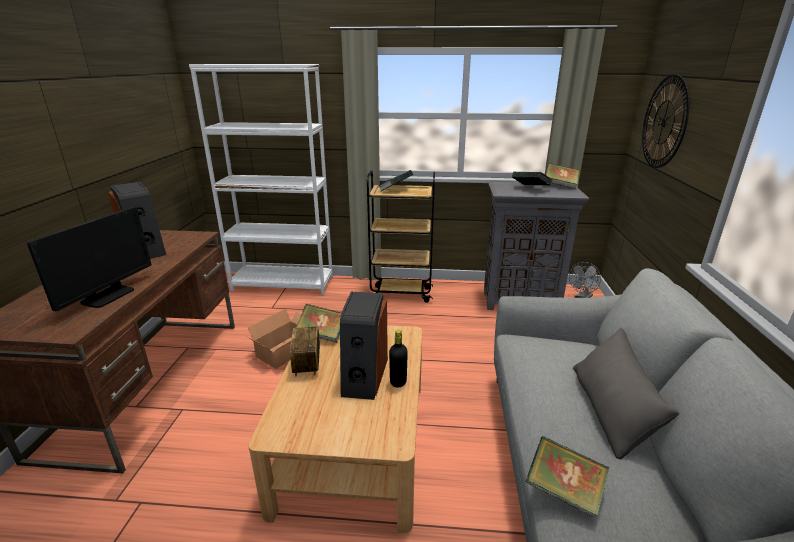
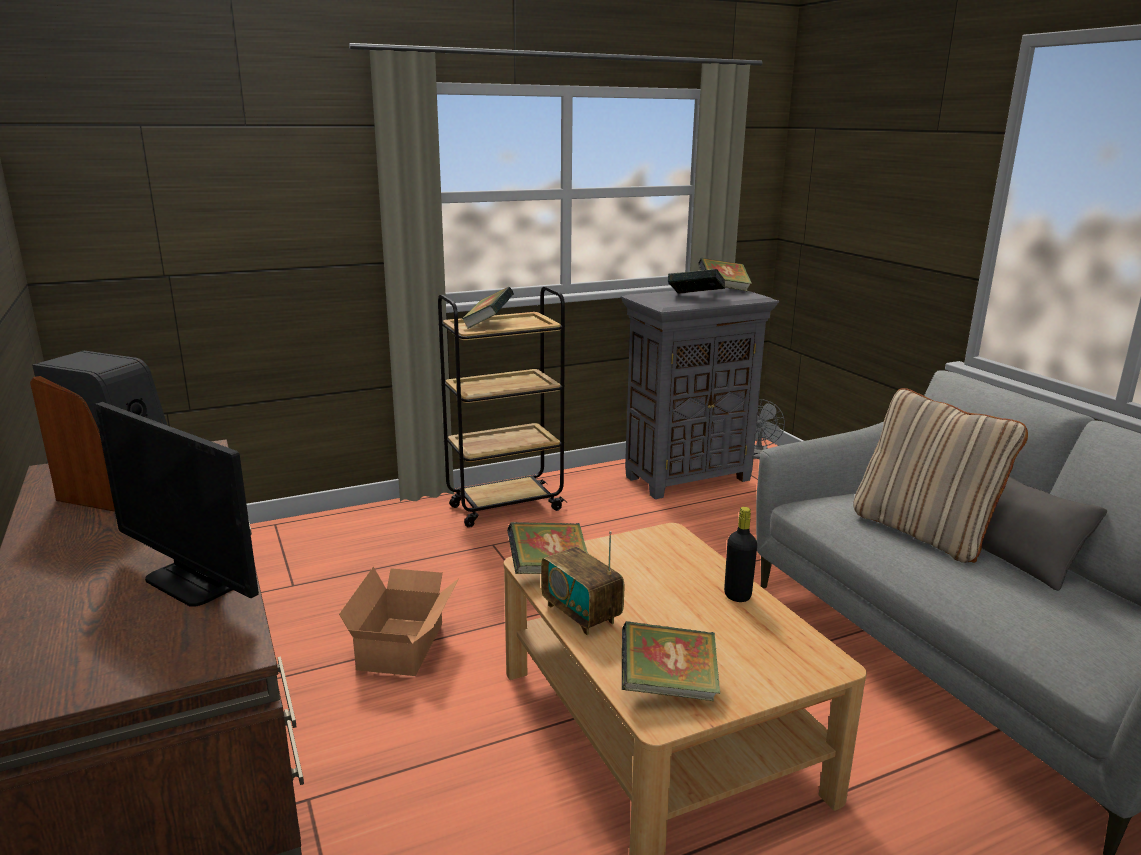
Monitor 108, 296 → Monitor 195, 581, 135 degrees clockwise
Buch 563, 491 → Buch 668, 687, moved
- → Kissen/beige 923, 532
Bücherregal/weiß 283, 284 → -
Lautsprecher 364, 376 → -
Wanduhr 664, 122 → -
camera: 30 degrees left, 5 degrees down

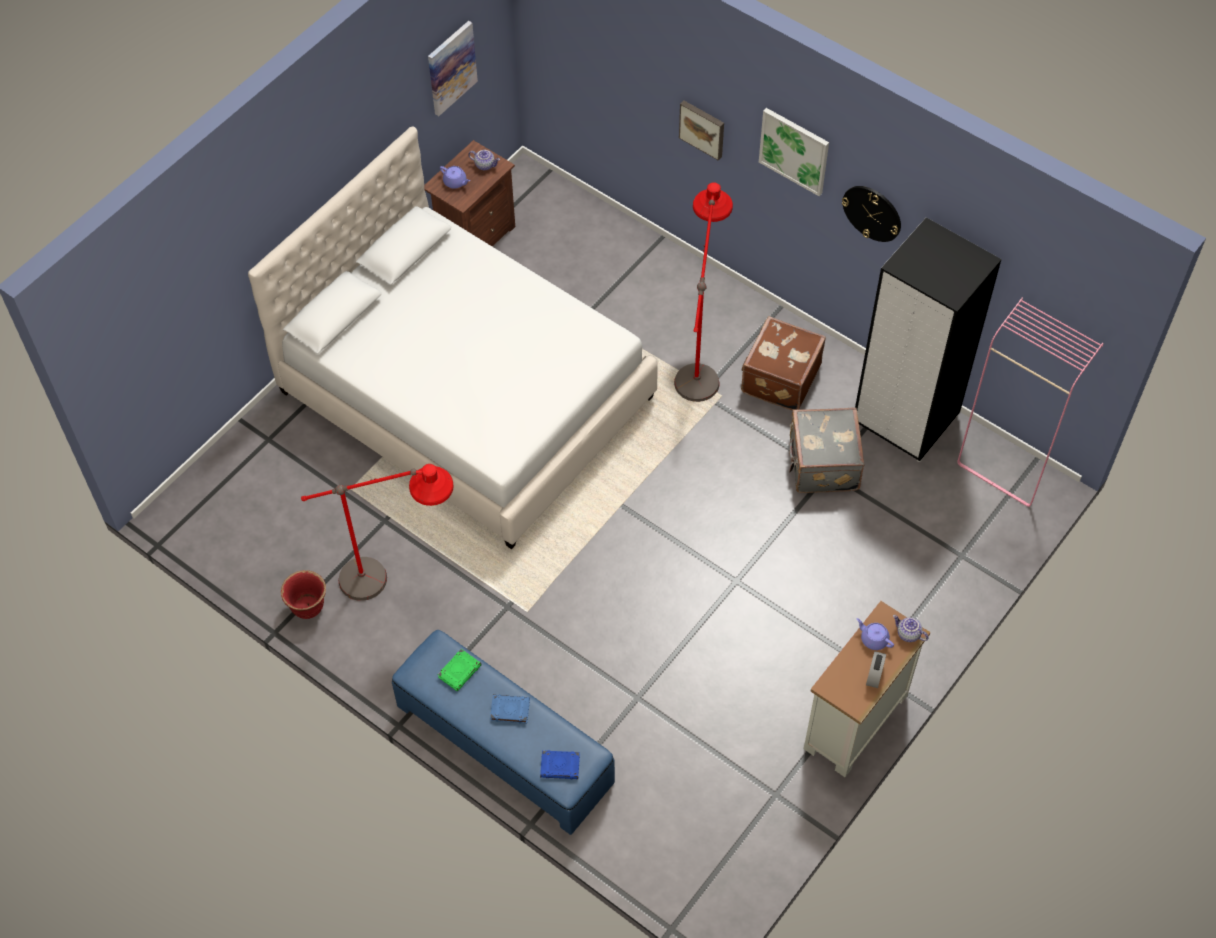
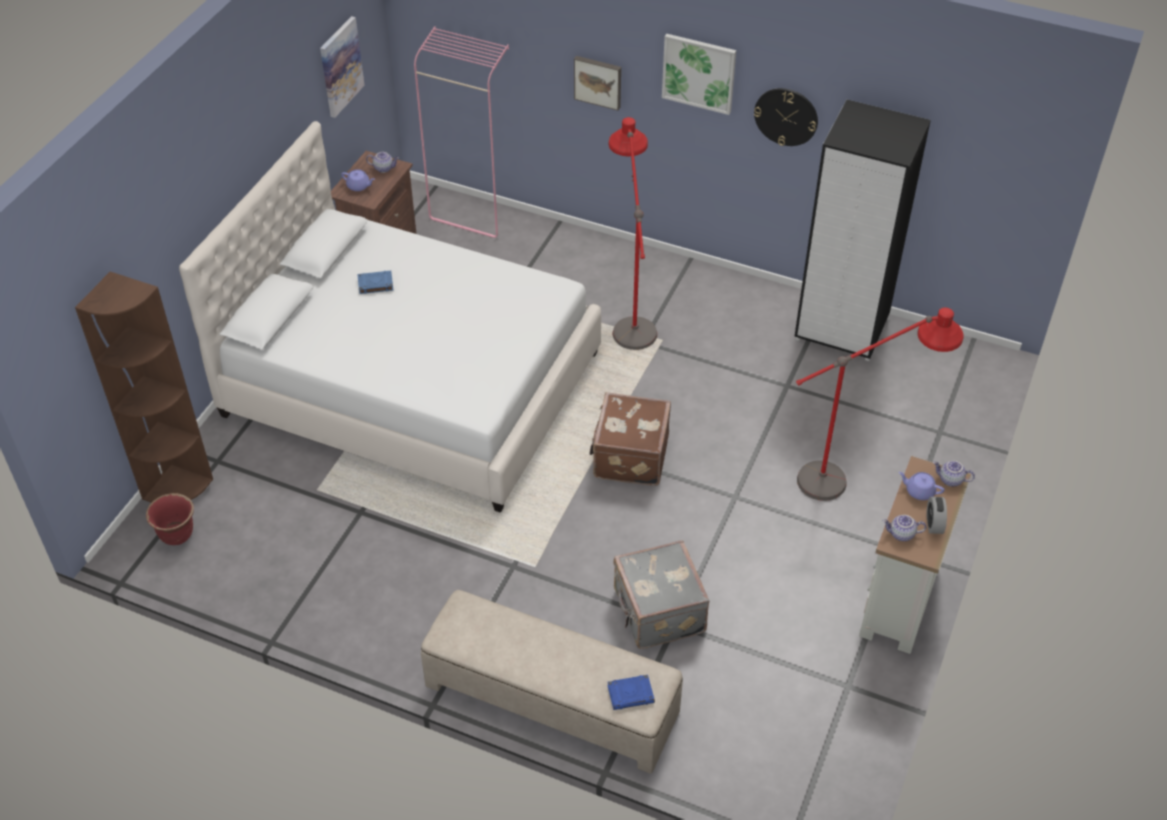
- → Bücherregal/braun 178, 492
Pflanzkübel/rot 308, 607 → Pflanzkübel/rot 177, 534, moved
Buch/blau 509, 710 → Buch/blau 375, 284, moved
Kleiderständer/rosa 1006, 470 → Kleiderständer/rosa 473, 216, moved
Bank/blau 503, 743 → Bank/beige 550, 699
Koffer/braun 779, 378 → Koffer/braun 629, 456, moved
Koffer/grau 822, 464 → Koffer/grau 657, 612, moved
Stehlampe/rot 397, 582 → Stehlampe/rot 855, 477, moved
- → Teekanne 901, 534
Buch/grün 459, 671 → -
camera: 15 degrees left, 10 degrees down

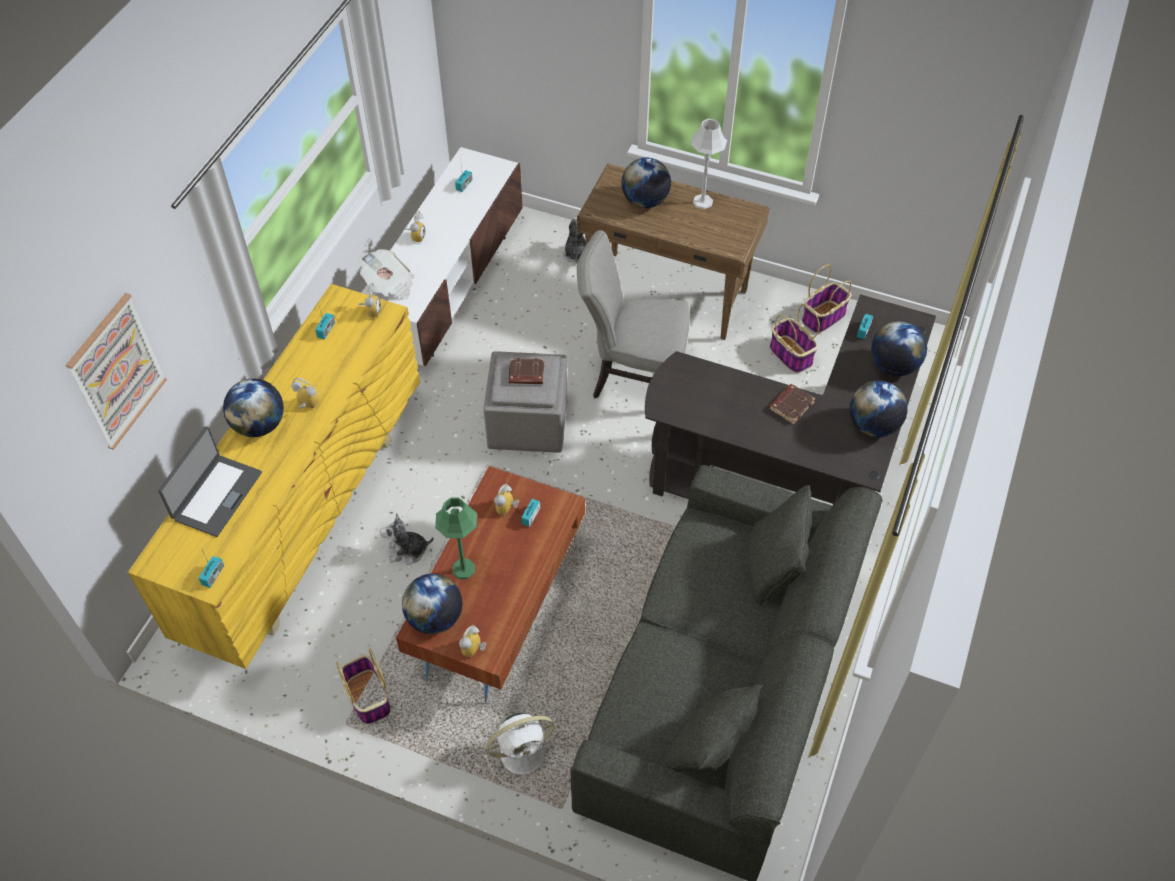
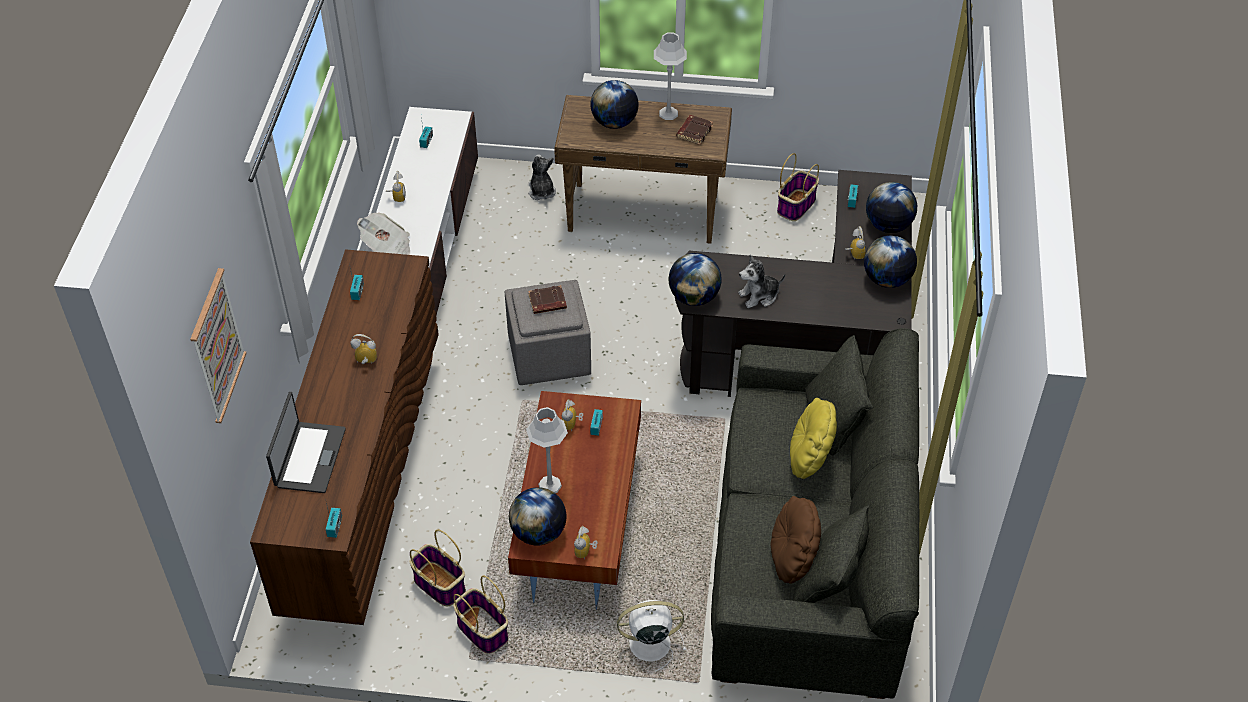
Schrank/gelb 308, 521 → Schrank/braun 365, 488
Korb 790, 354 → Korb 438, 584, moved
Tischlampe/grün 463, 568 → Tischlampe/grau 550, 485
Ventilator/weiß 524, 753 → Ventilator/weiß 647, 644, 150 degrees counterclockwise
Globus 259, 425 → Globus 694, 297, moved
Buch/braun 791, 405 → Buch/braun 694, 131, moved
Plüschtier 407, 551 → Plüschtier 759, 296, moved
- → Kissen/braun 792, 560
- → Kissen/gelb 809, 459
Wecker 371, 311 → Wecker 853, 254, moved
Stuhl/grau 632, 376 → -
camera: 15 degrees left, 5 degrees down

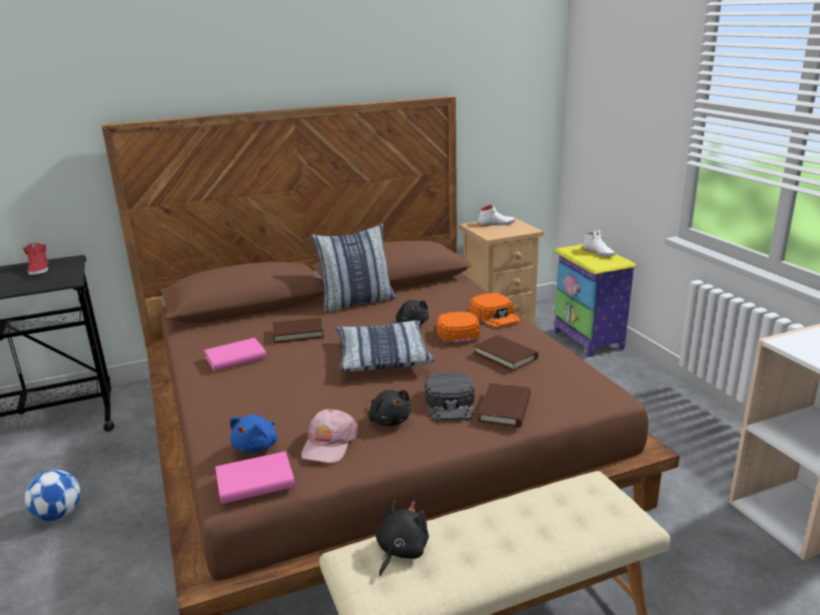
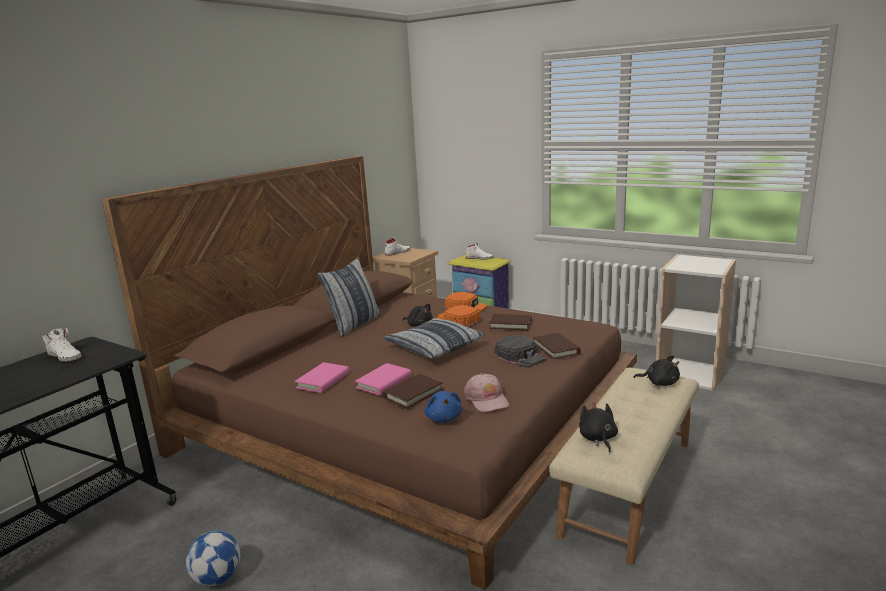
Schuh/rot 39, 269 → Schuh/weiß 65, 356
Buch/rosa 255, 482 → Buch/rosa 384, 382, moved
Buch/braun 298, 333 → Buch/braun 413, 393, moved
Plüschtier/schwarz 389, 420 → Plüschtier/schwarz 659, 383, moved
camera: 35 degrees left, 5 degrees down

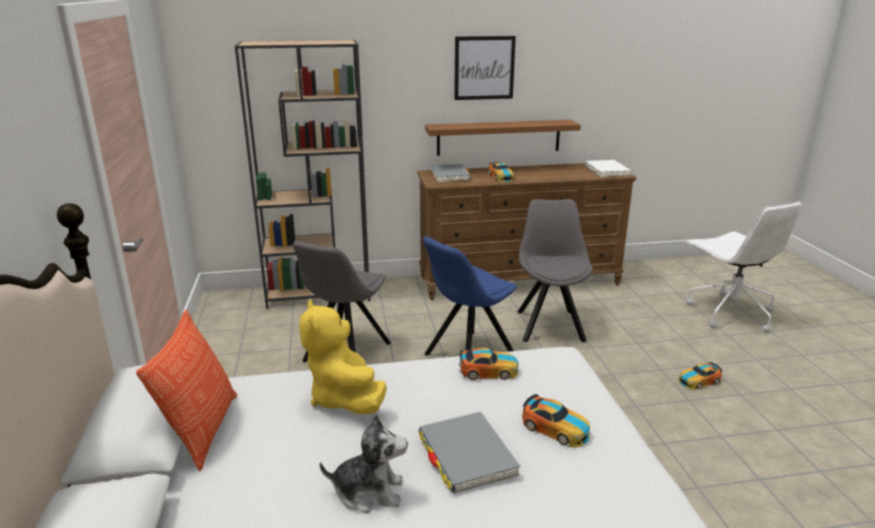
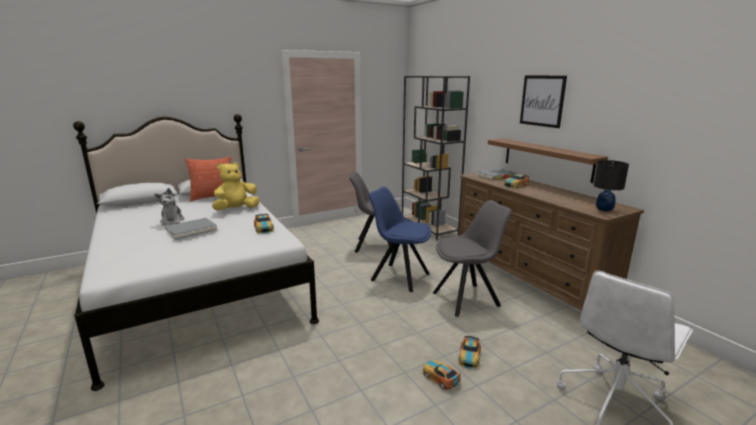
Spielzeugauto 555, 428 → Spielzeugauto 469, 356, moved
Buch/weiß 607, 171 → Tischlampe/schwarz 604, 209
camera: 70 degrees right, 5 degrees down

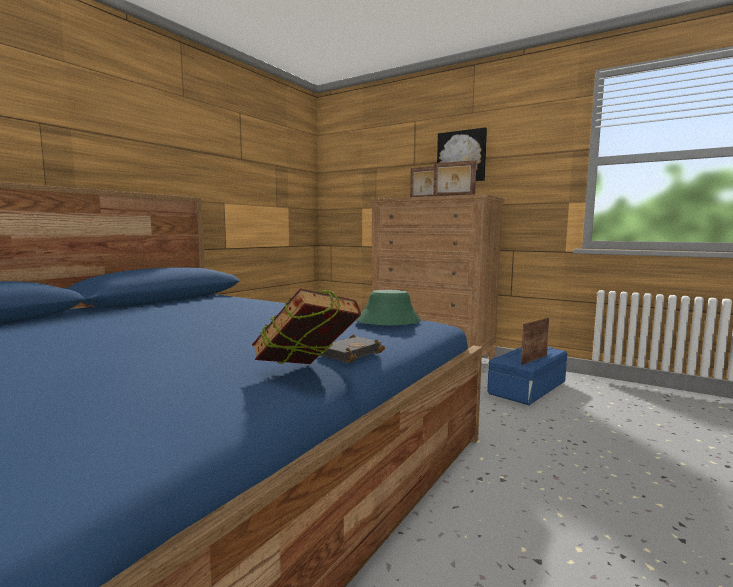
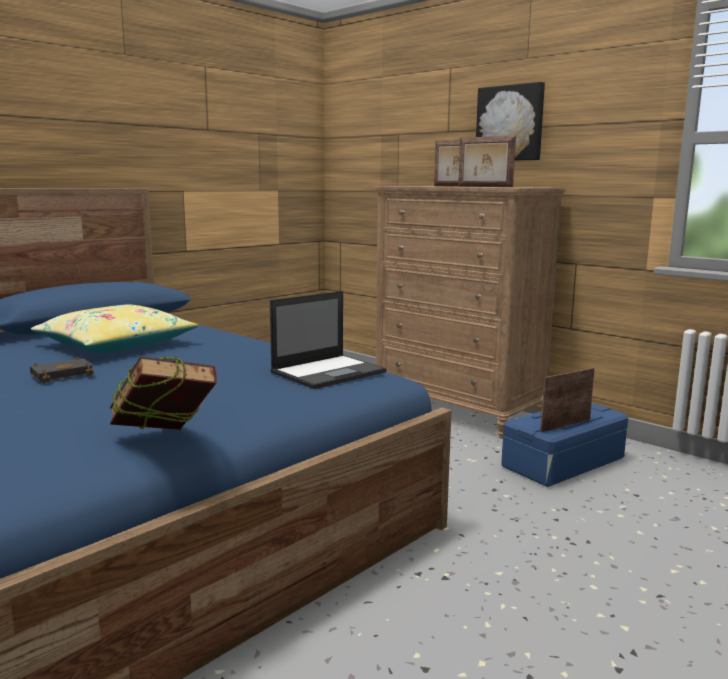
Buch/schwarz 350, 353 → Buch/schwarz 63, 374, moved
- → Kissen/gelb 116, 345
Hut/grün 388, 321 → Laptop 329, 372
camera: 10 degrees right, 5 degrees up

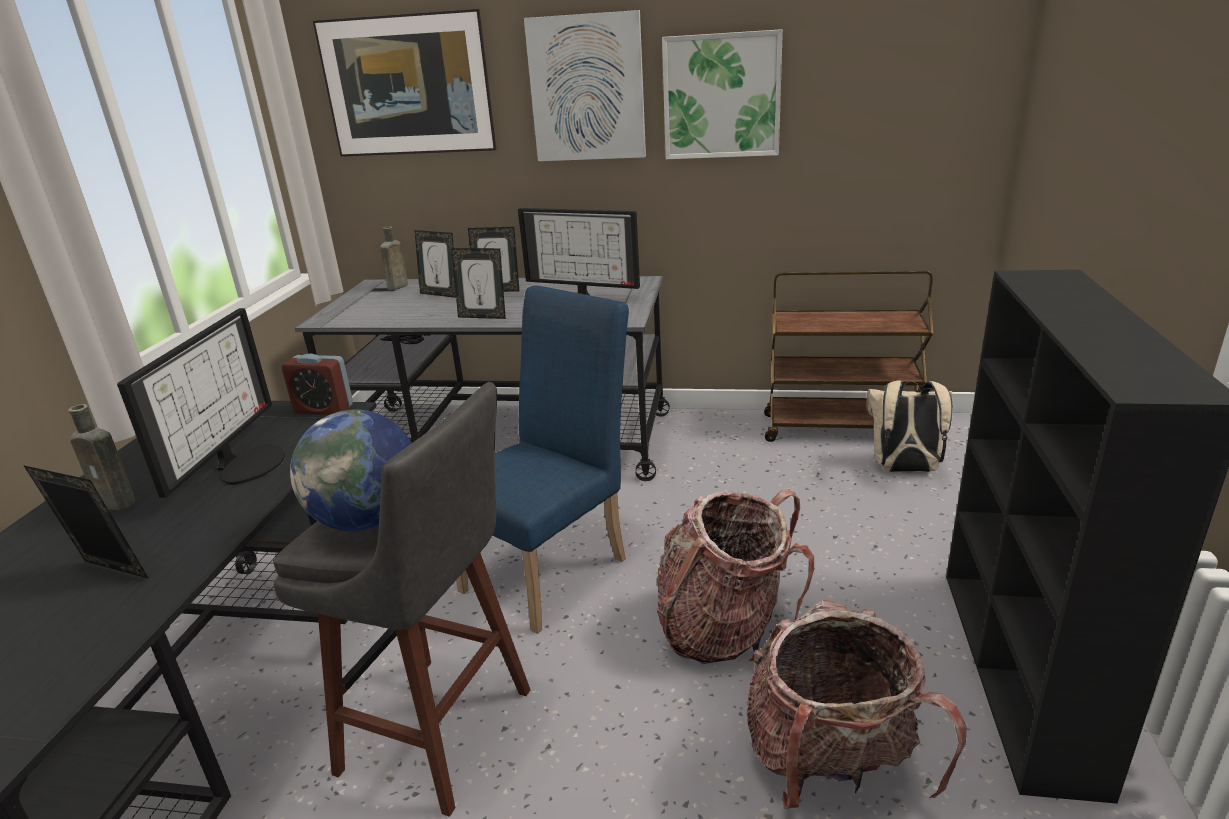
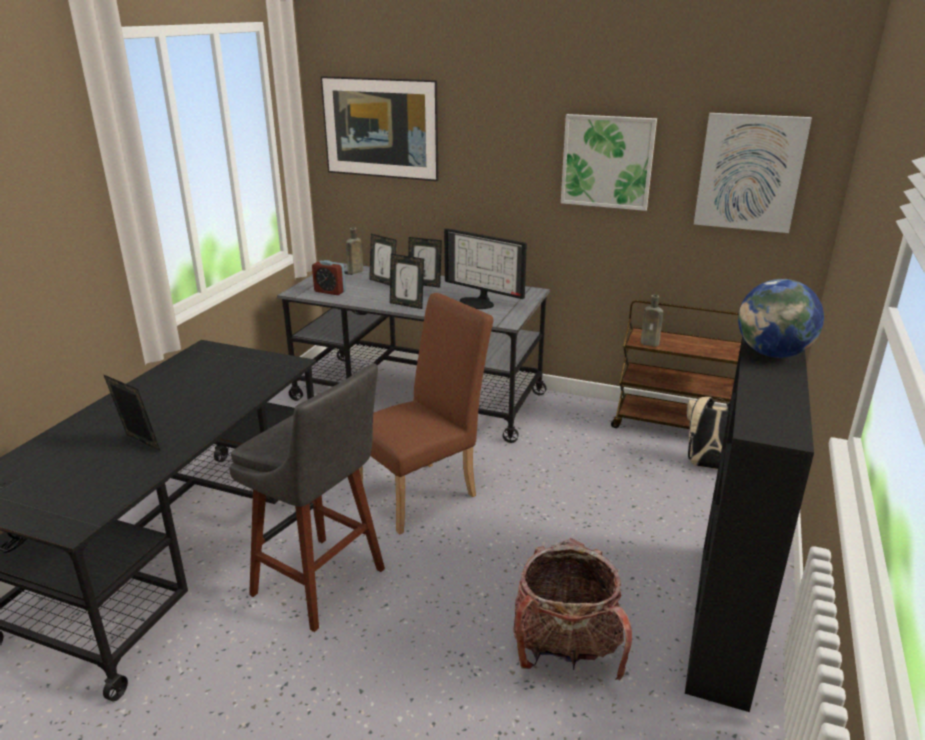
Wecker 324, 409 → Wecker 330, 291, moved
Stuhl/blau 553, 567 → Stuhl/braun 424, 493
Flasche/braun 118, 503 → Flasche/braun 651, 343, moved
Bild 587, 88 → Bild 749, 172, moved
Globus 367, 520 → Globus 773, 354, moved
Monitor 246, 464 → -
Rucksack 724, 628 → -
camera: 10 degrees right, 0 degrees up

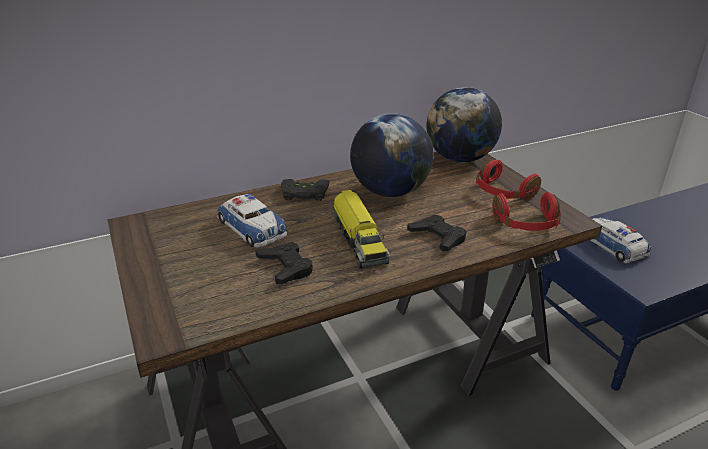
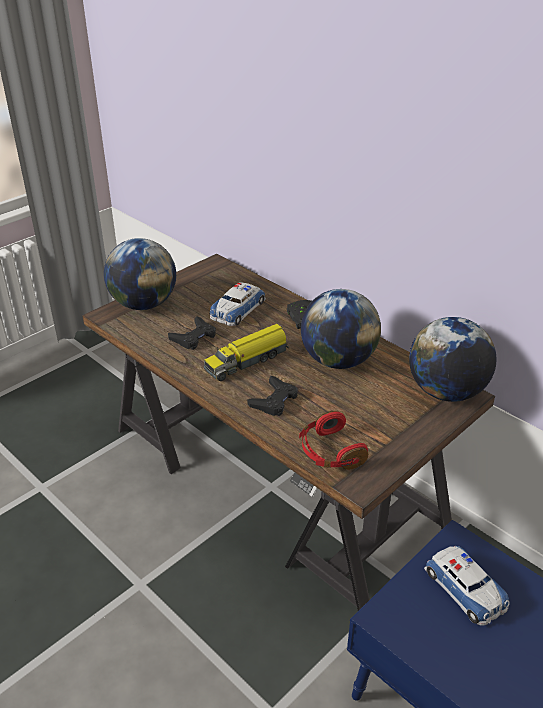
- → Globus 143, 304
Spielzeugauto 612, 245 → Spielzeugauto 465, 589, 105 degrees clockwise
Kopfhörer/rot 502, 192 → -
camera: 70 degrees right, 5 degrees up

